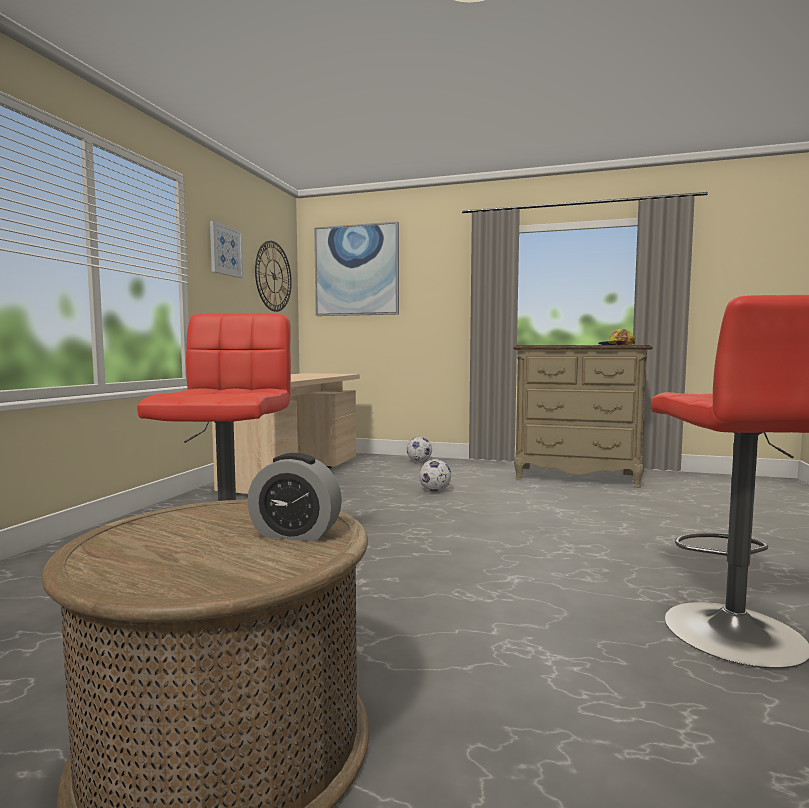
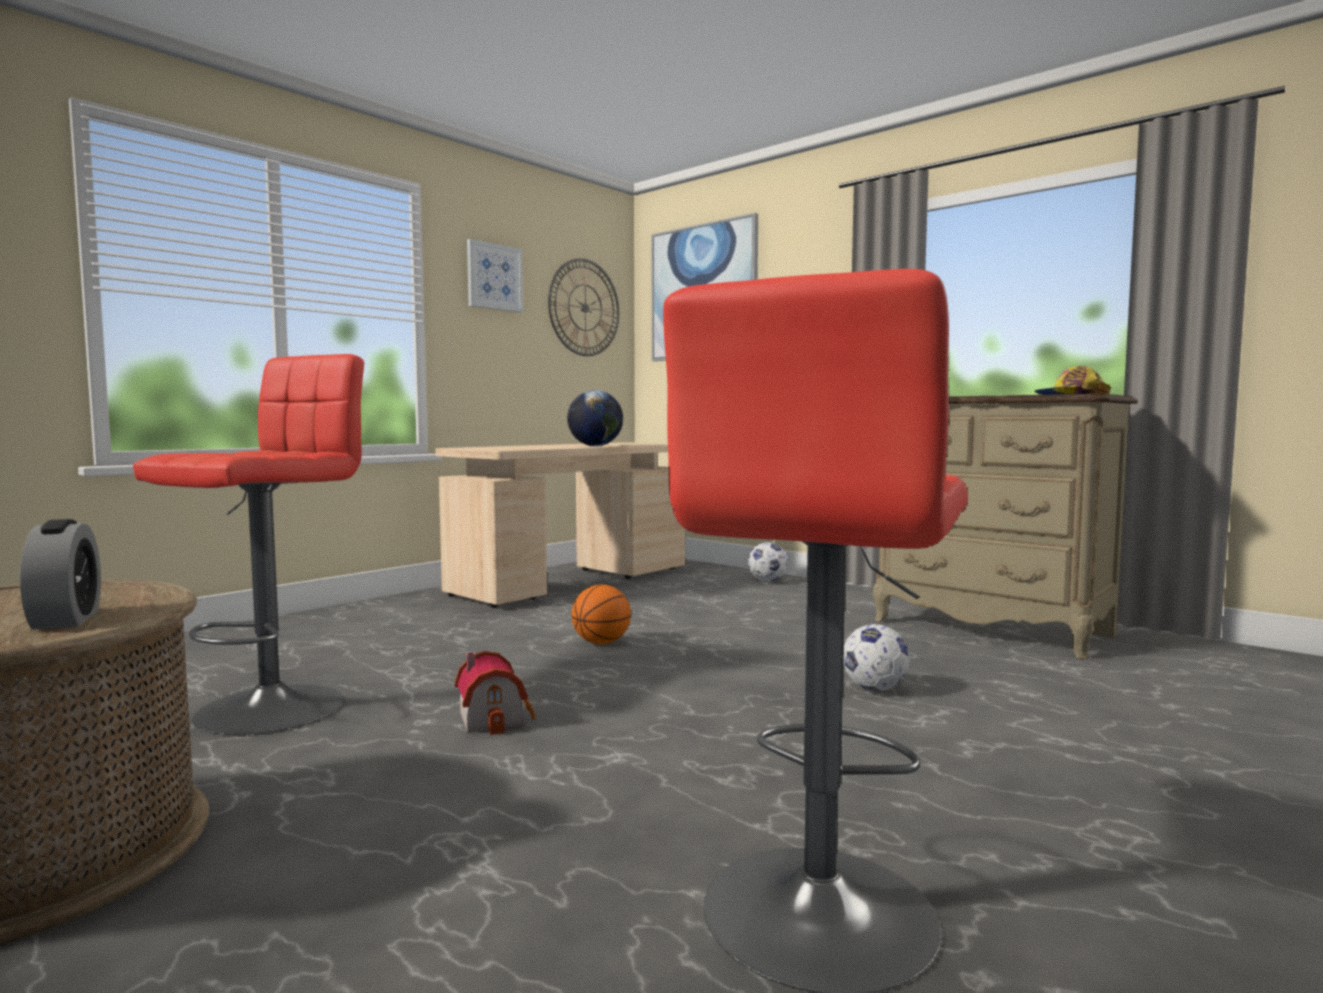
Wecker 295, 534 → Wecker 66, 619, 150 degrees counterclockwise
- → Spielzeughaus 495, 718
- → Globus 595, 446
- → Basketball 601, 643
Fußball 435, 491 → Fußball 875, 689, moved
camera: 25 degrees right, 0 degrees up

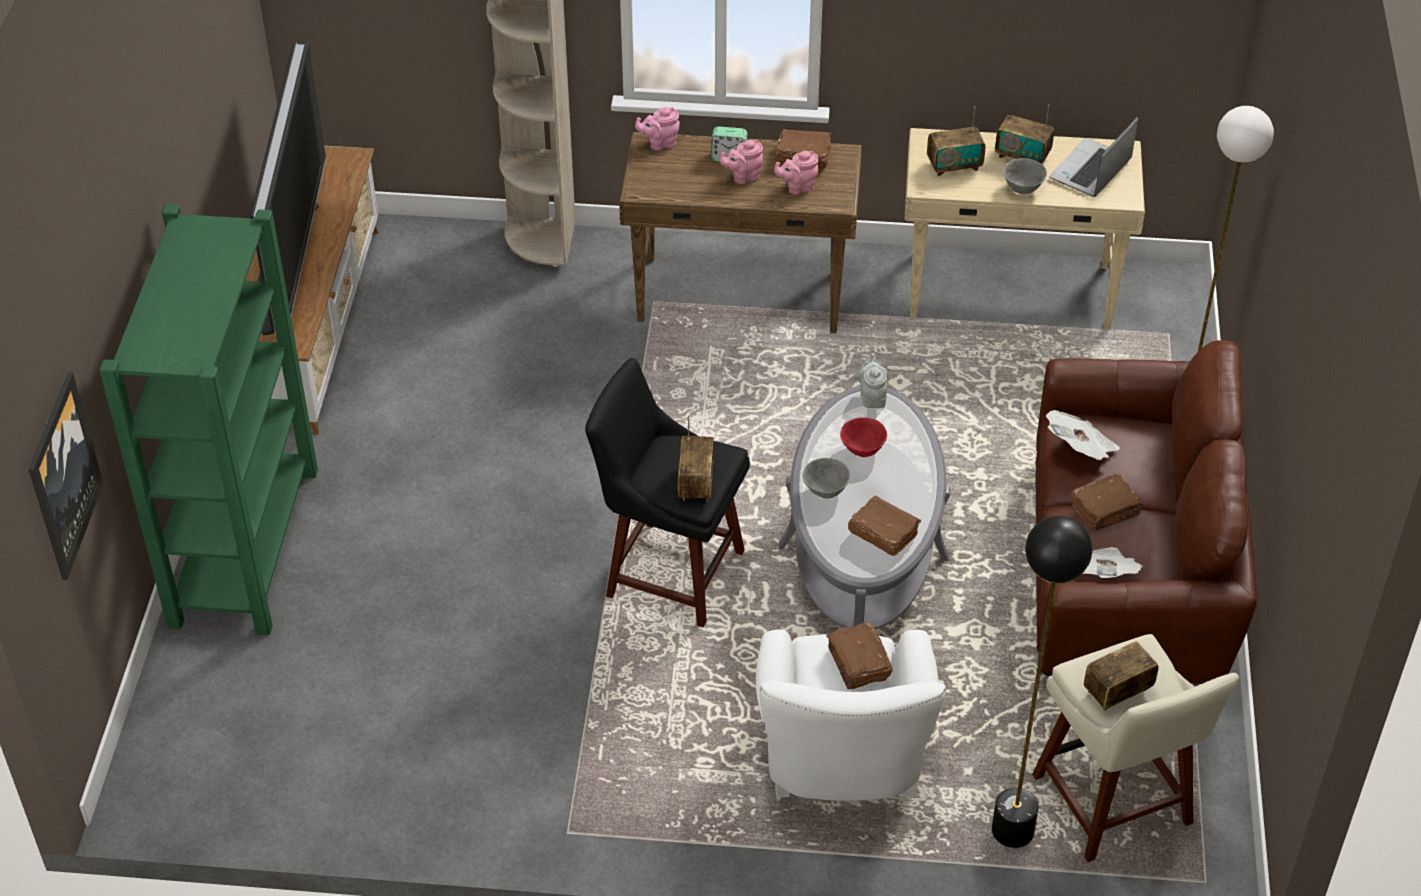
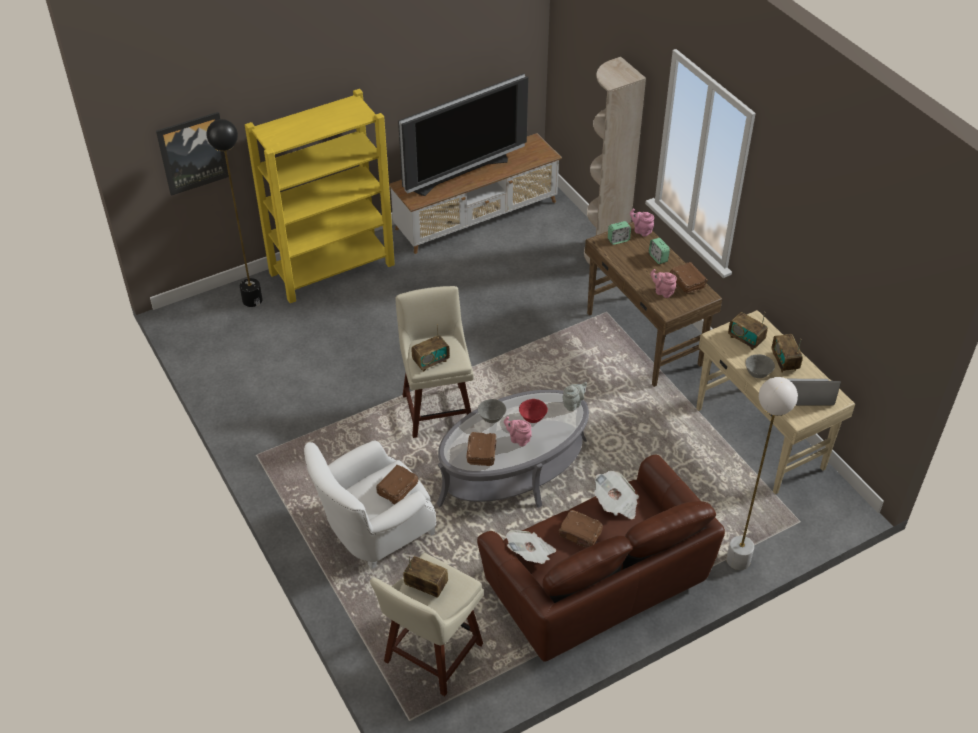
Stehlampe/schwarz 1012, 831 → Stehlampe/schwarz 252, 300, moved
Bücherregal/grün 244, 546 → Bücherregal/gelb 332, 269
Hocker/schwarz 669, 571 → Hocker/beige 437, 408
Teekanne/rosa 743, 177 → Teekanne/rosa 518, 439, moved
- → Wecker 618, 240
camera: 55 degrees right, 0 degrees up

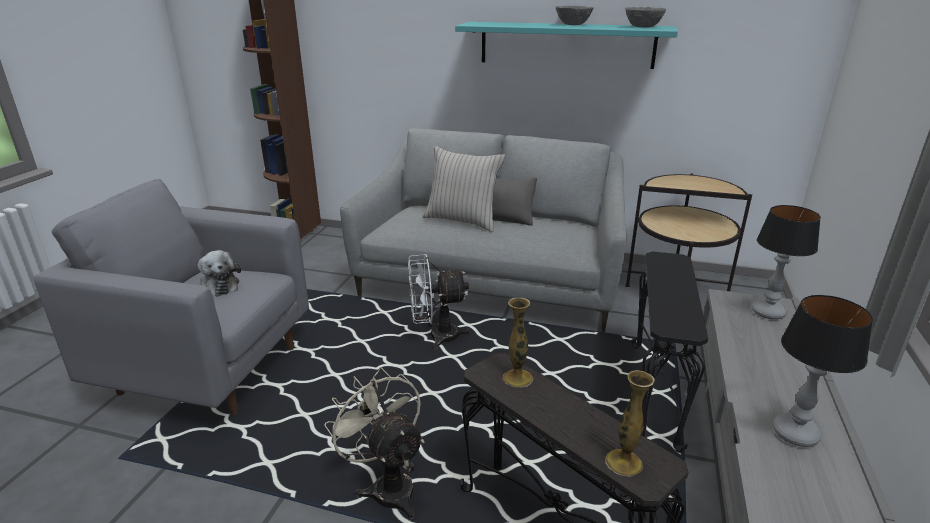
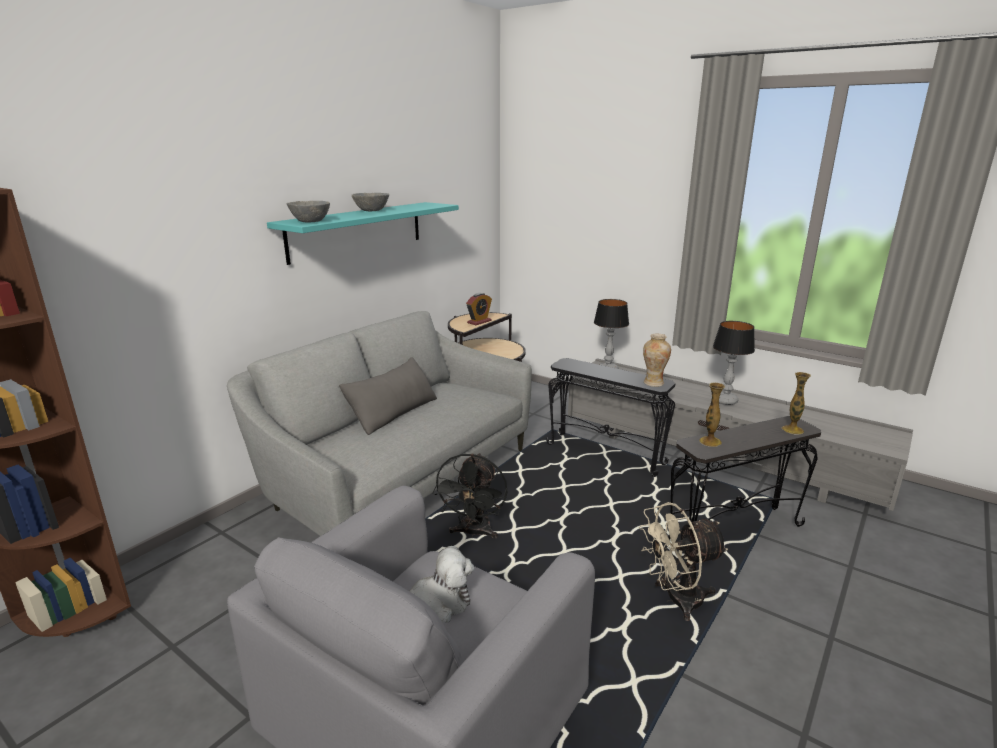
Schüssel/grau 643, 27 → Schüssel/grau 310, 221, moved
Ventilator/weiß 436, 337 → Ventilator/schwarz 473, 533
- → Wecker 479, 322
- → Vase 653, 383
Kissen/beige 462, 220 → -
camera: 70 degrees left, 5 degrees down

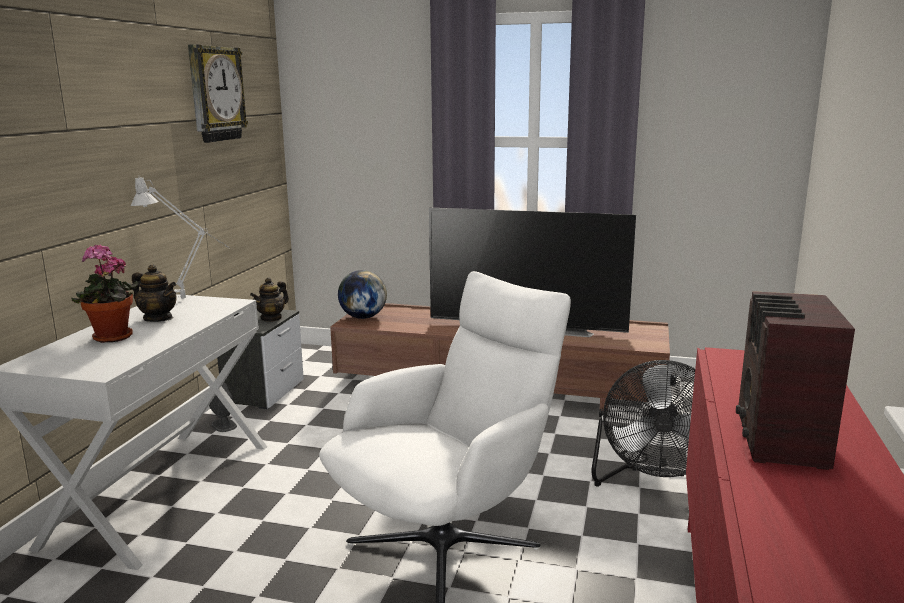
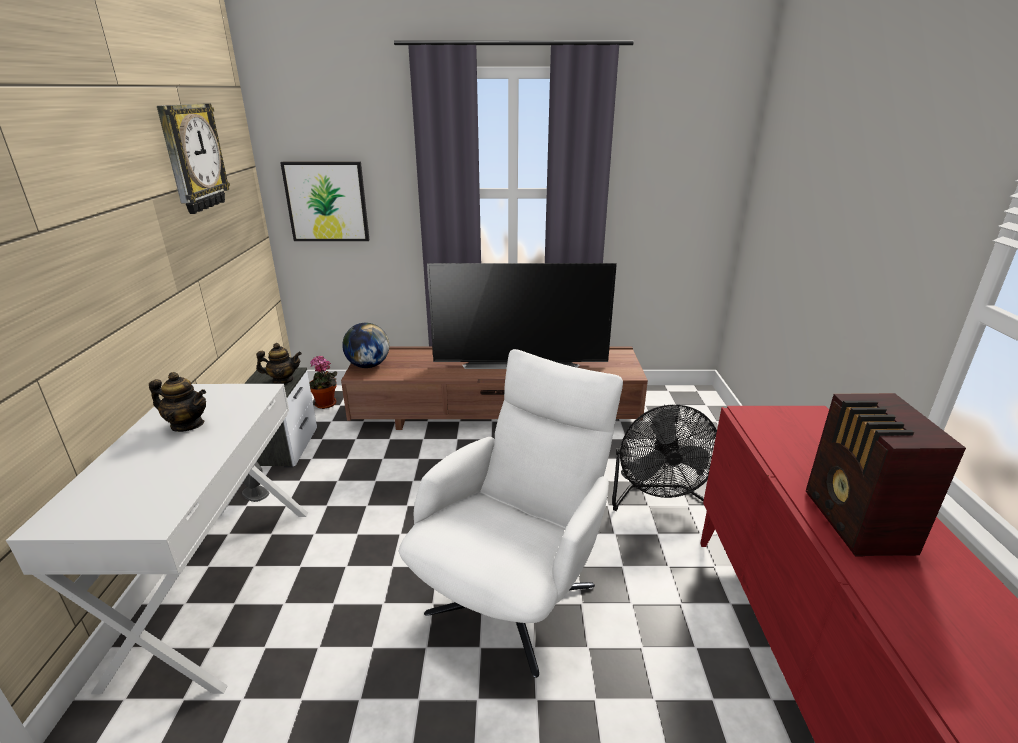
Teekanne 271, 318 → Teekanne 283, 380, 120 degrees counterclockwise
- → Bild 327, 202
Topfpflanze 112, 338 → Topfpflanze 326, 405, moved
Tischlampe/grau 189, 300 → -
camera: 15 degrees left, 10 degrees up

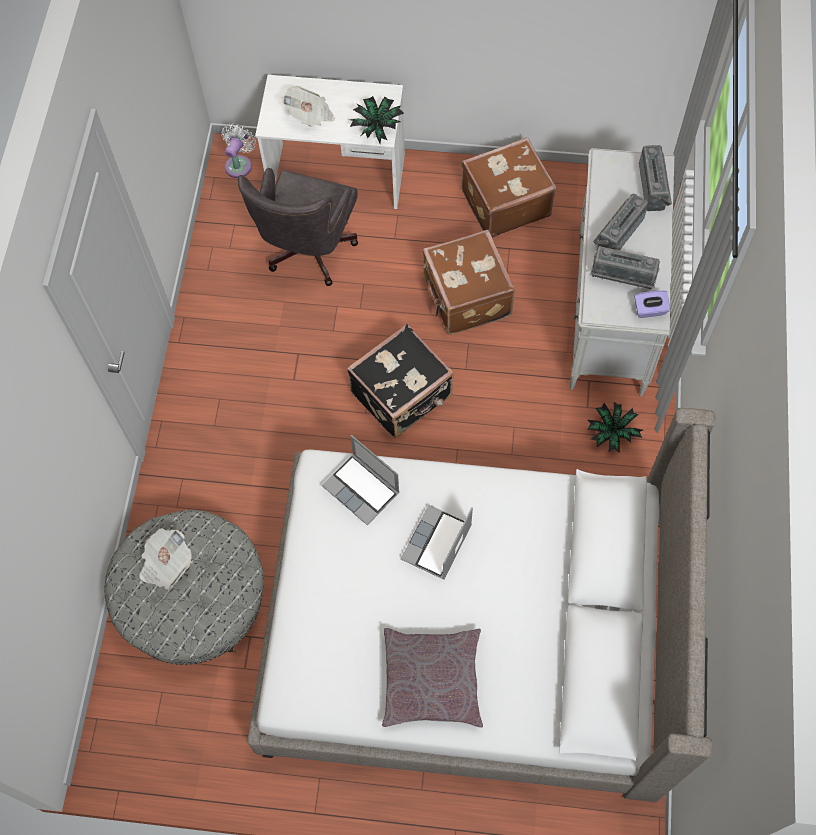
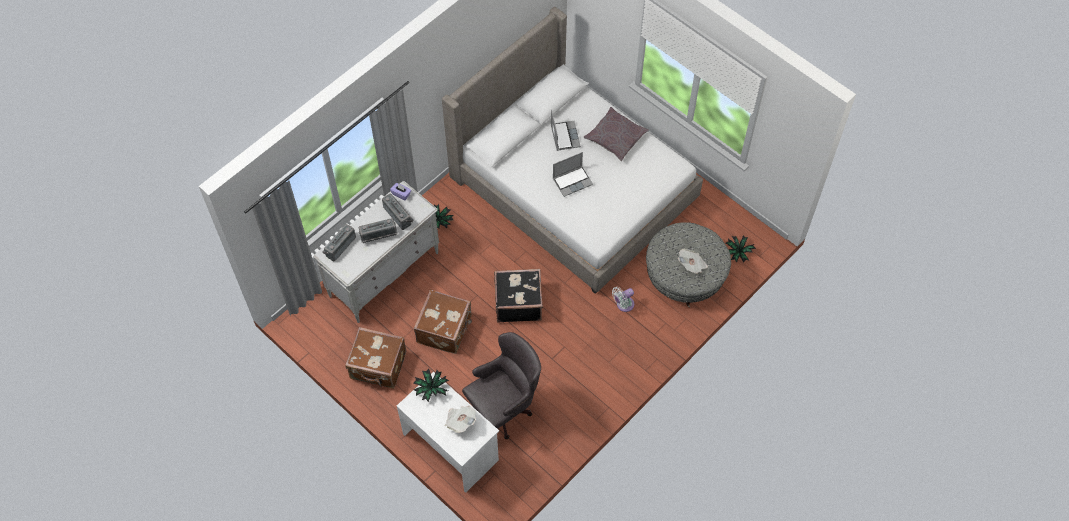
Laptop 362, 489 → Laptop 564, 136, moved
Ventilator/weiß 239, 164 → Ventilator/weiß 623, 305, moved
- → Topfpflanze 738, 253
camera: 145 degrees left, 5 degrees down

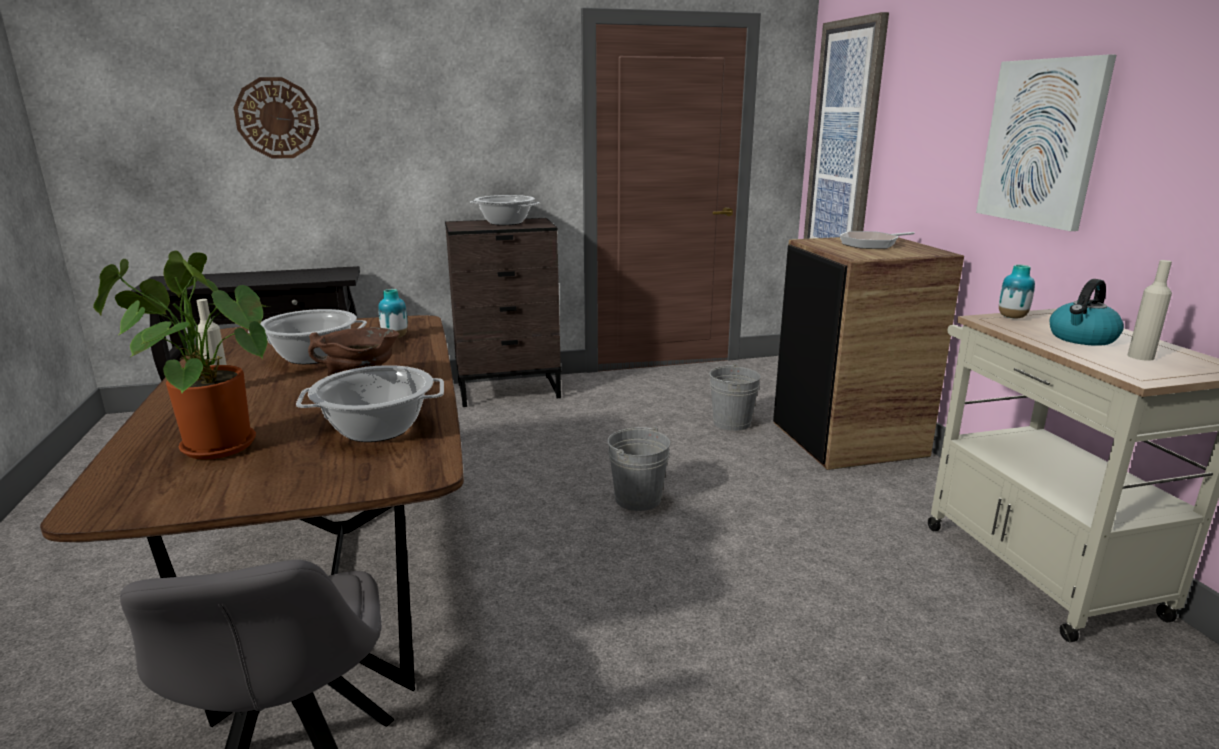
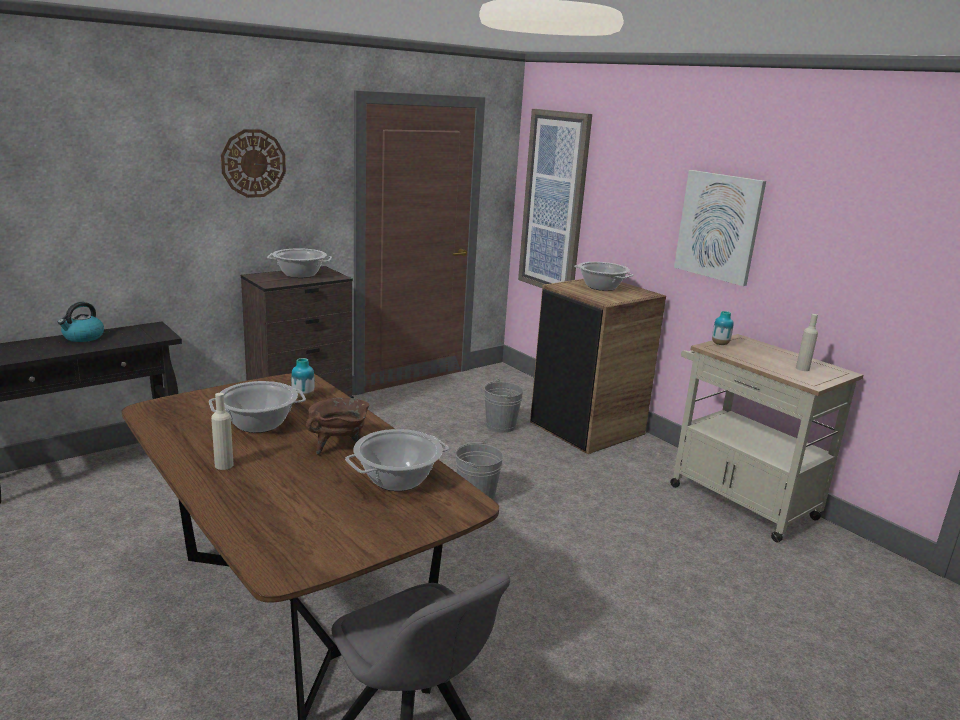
Wasserkessel 1082, 338 → Wasserkessel 83, 337, moved
Wanduhr 277, 118 → Wanduhr 253, 163, moved
Pfanne 871, 244 → Kochtopf 601, 287
Topfpflanze 211, 446 → -
camera: 25 degrees left, 0 degrees up

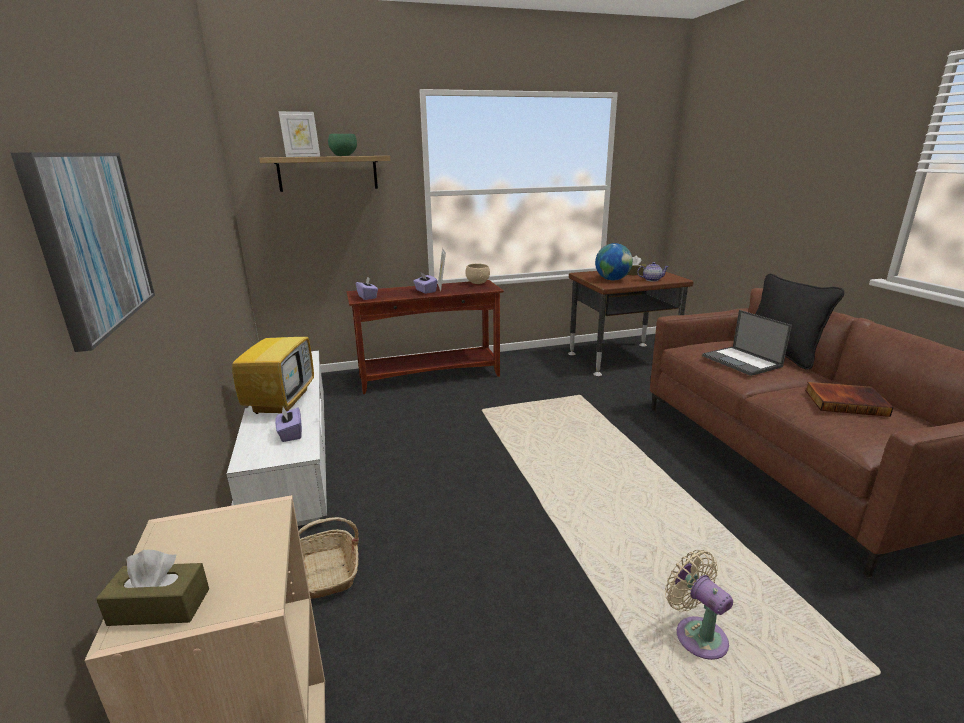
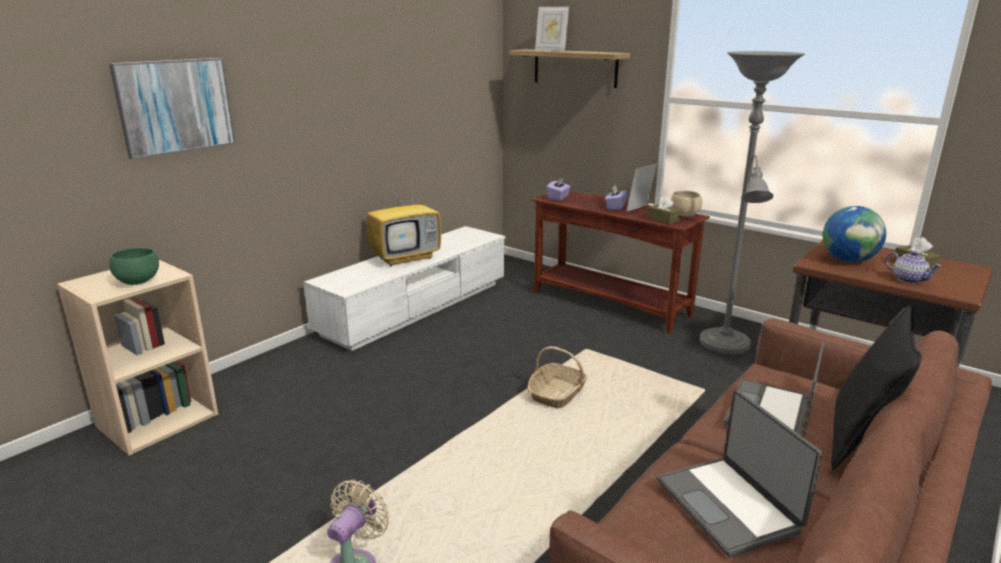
Schüssel/grün 343, 156 → Schüssel/grün 139, 281, moved
Korb 327, 572 → Korb 557, 394, moved
Taschentuchbox/braun 159, 607 → Taschentuchbox/braun 662, 220, moved
Buch 845, 402 → Laptop 729, 505
- → Stehlampe/grau 725, 346
Taschentuchbox/lila 290, 434 → -
camera: 55 degrees right, 0 degrees up

